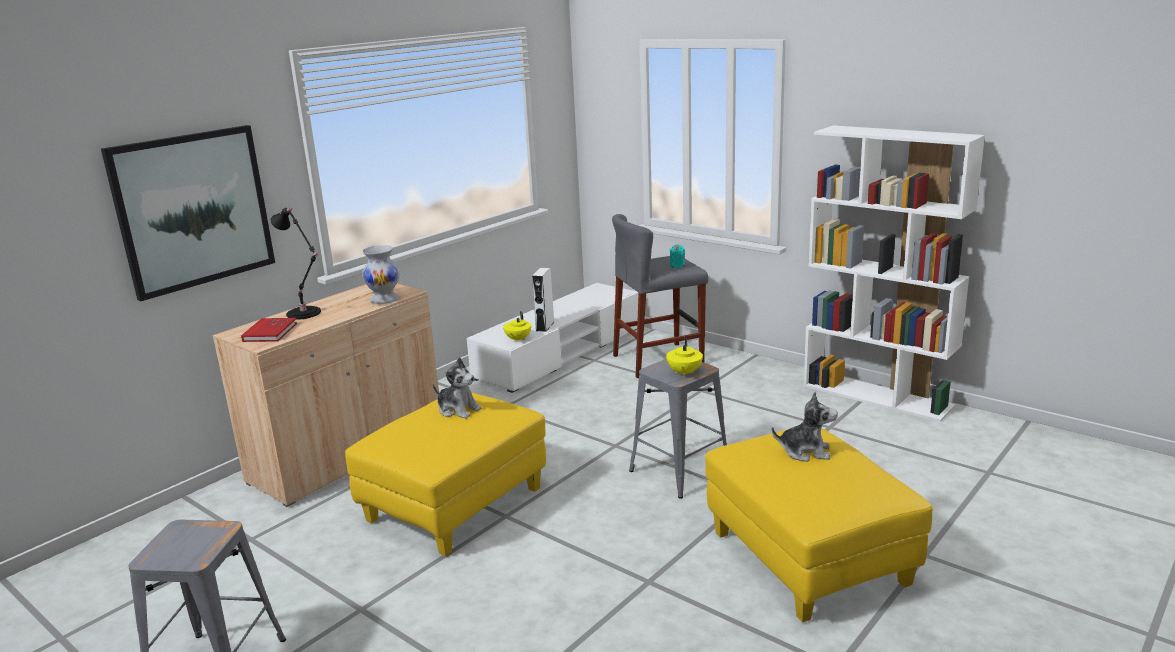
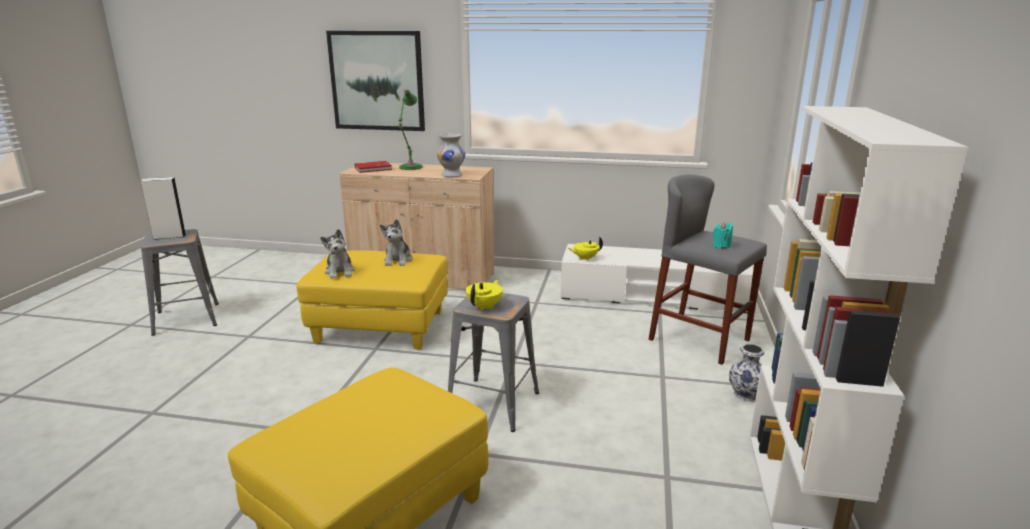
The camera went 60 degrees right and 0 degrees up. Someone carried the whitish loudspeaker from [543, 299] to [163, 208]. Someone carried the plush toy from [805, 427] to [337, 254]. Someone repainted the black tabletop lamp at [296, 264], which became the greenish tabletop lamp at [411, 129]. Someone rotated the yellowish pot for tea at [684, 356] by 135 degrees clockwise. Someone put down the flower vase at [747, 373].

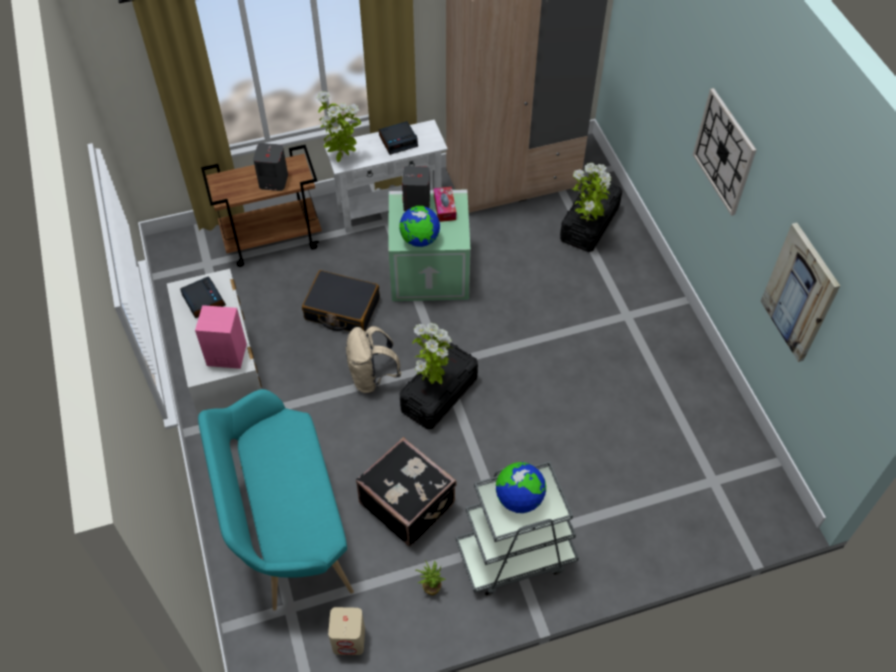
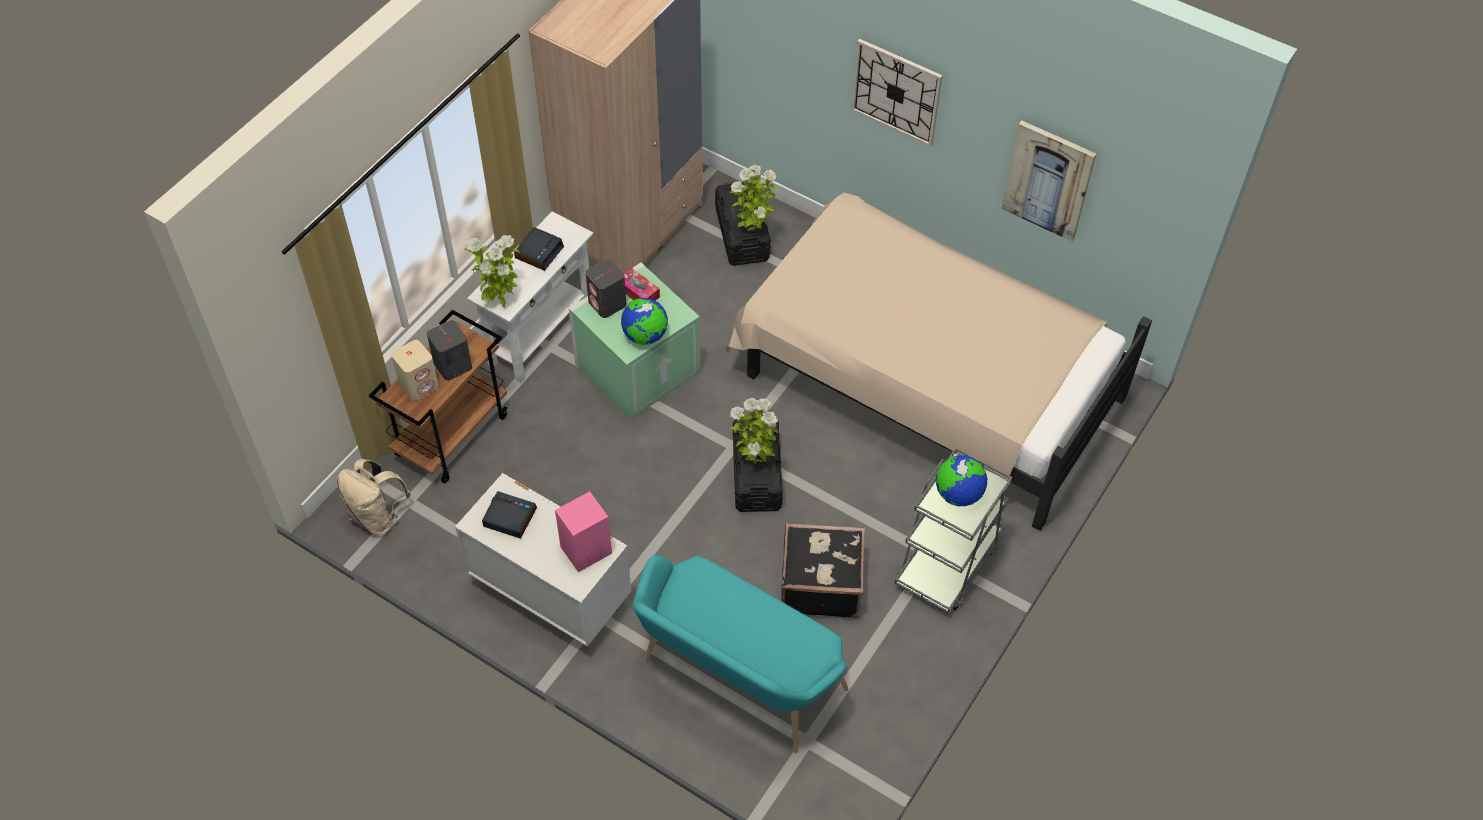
The camera went 40 degrees left and 0 degrees up. Someone carried the sand-coloured knapsack from [373, 359] to [374, 497]. Someone carried the sand-coloured loudspeaker from [346, 631] to [415, 370]. Someone put down the sand-coloured bedroom bed at [939, 362]. Someone took away the black travel case at [341, 301]. Someone took away the plant in a pot at [430, 577].

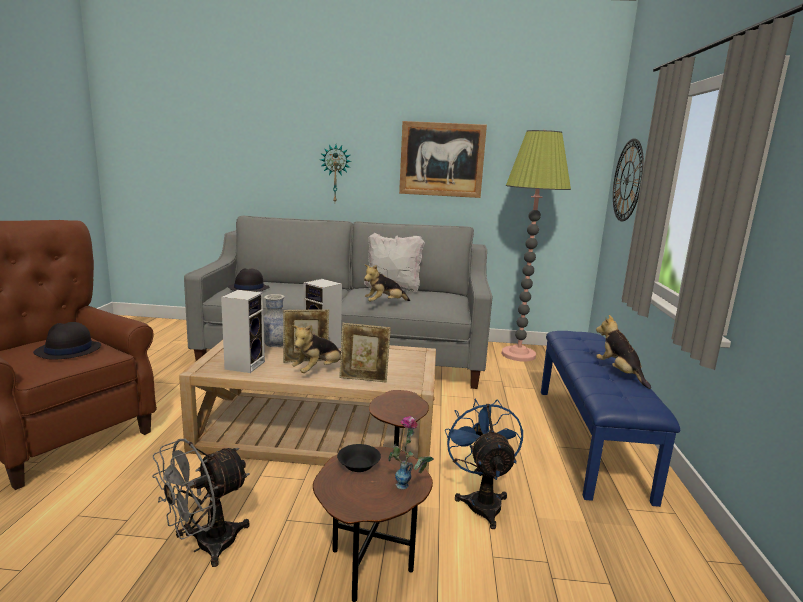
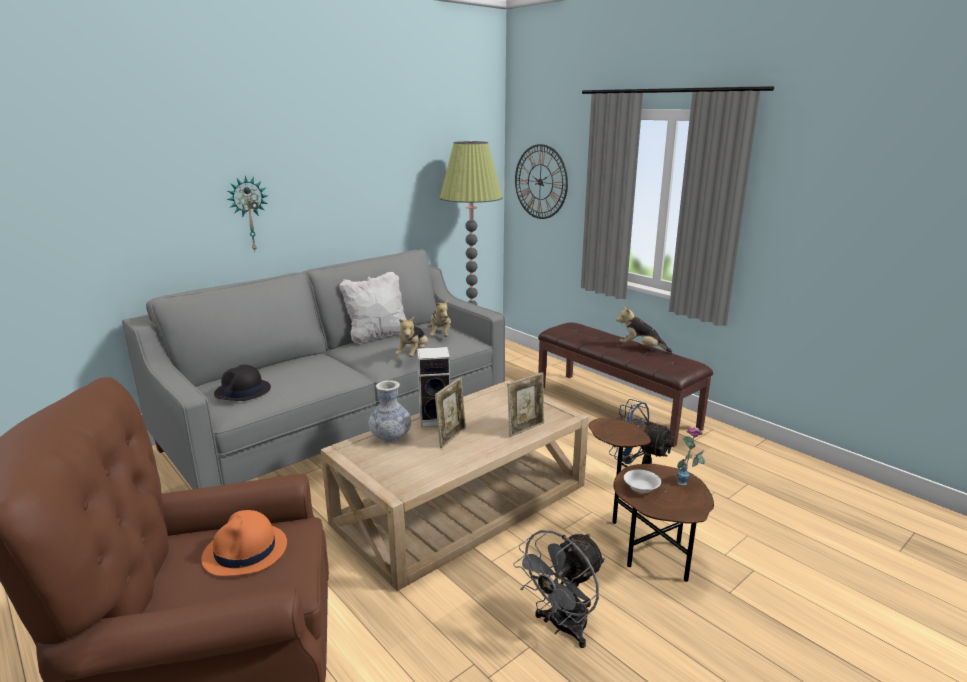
The camera went 45 degrees left and 5 degrees up. Someone repainted the black clothing hat at [67, 341], which became the orangey clothing hat at [244, 543]. Someone carried the plush toy from [316, 349] to [439, 318]. Someone rotated the gray cooling fan at [201, 503] by 45 degrees clockwise. Someone repainted the bluish long seat at [610, 419], which became the brown long seat at [625, 385]. Someone repainted the black bowl at [359, 458], which became the whitish bowl at [642, 481]. Someone took away the loudspeaker at [243, 331]. Someone took away the wall picture at [443, 159].

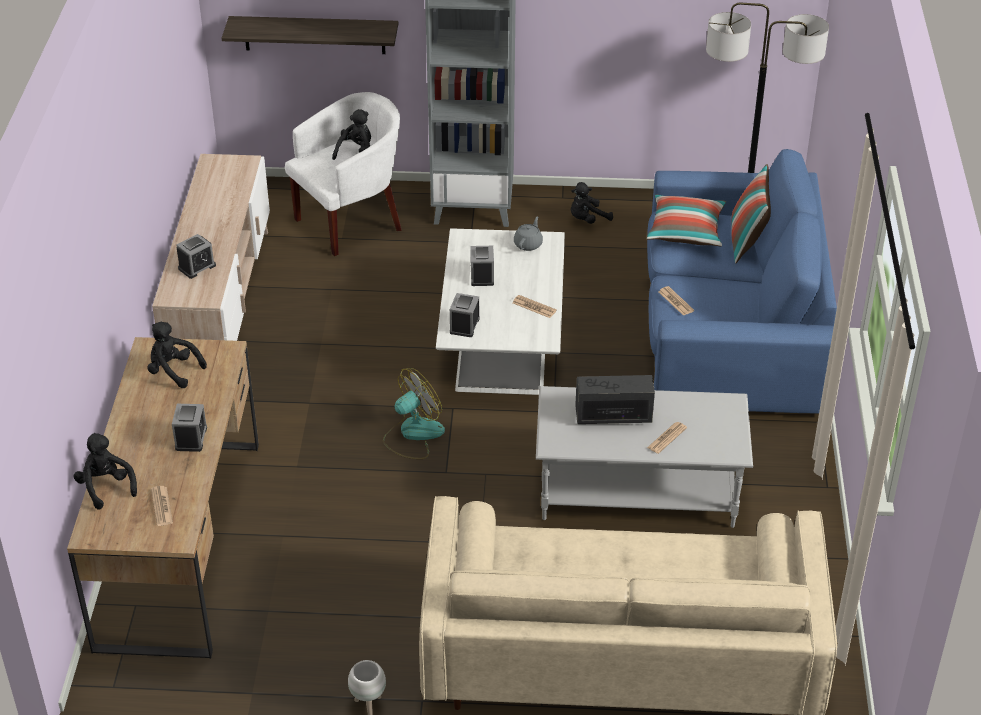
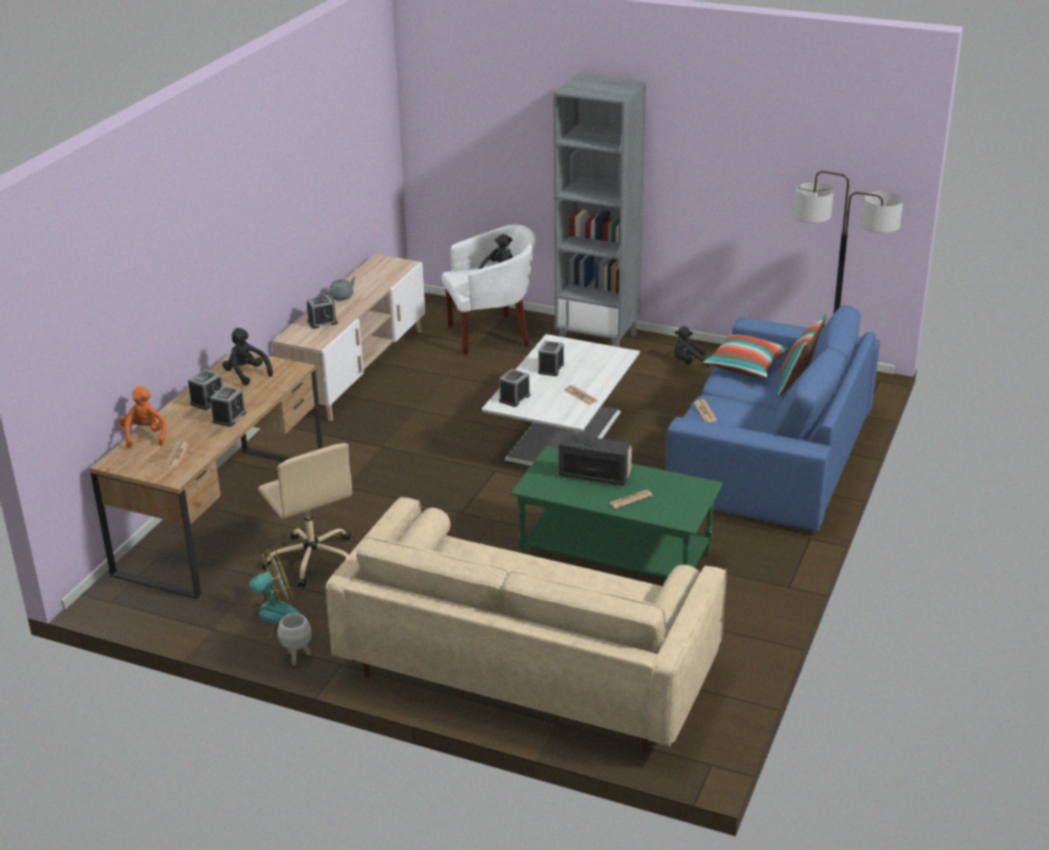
The camera went 20 degrees right and 10 degrees down. Someone repainted the black plush toy at [105, 471], which became the orangey plush toy at [142, 417]. Someone put down the table clock at [205, 389]. Someone carried the cooling fan from [414, 413] to [268, 594]. Someone put down the sand-coloured computer chair at [305, 515]. Someone carried the gray pot for tea from [528, 233] to [341, 288]. Someone repainted the gray lounge table at [644, 457], which became the greenish lounge table at [616, 512]. Someone took away the wall shelf at [310, 35].

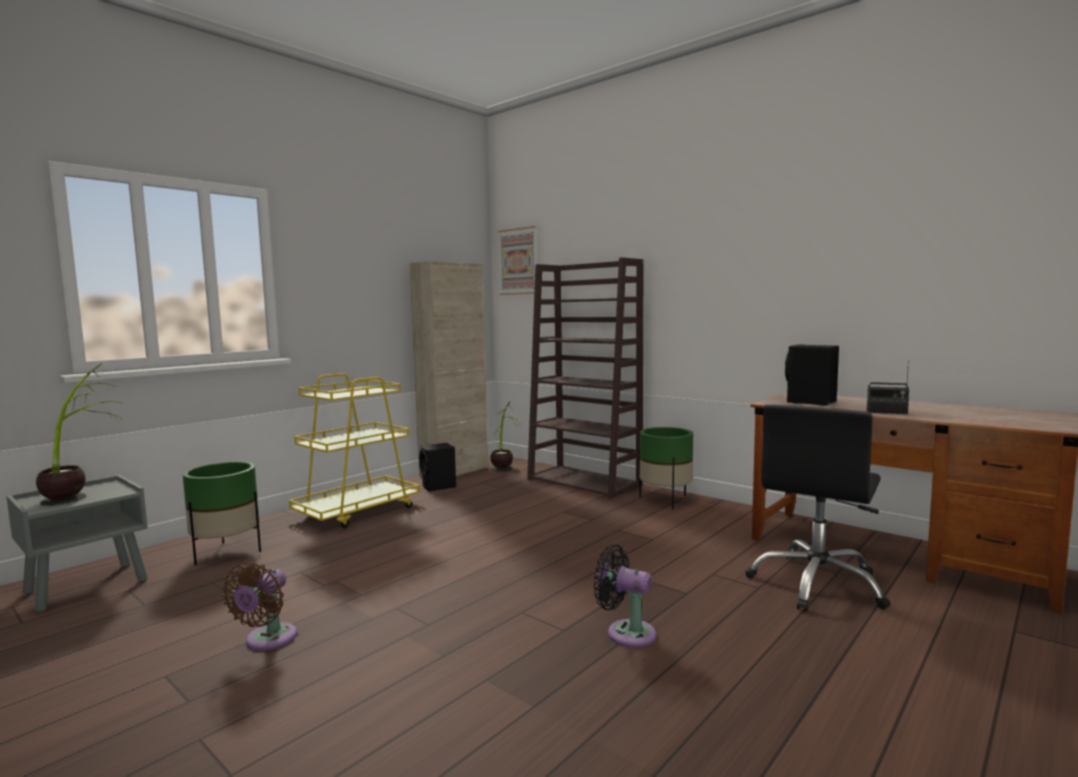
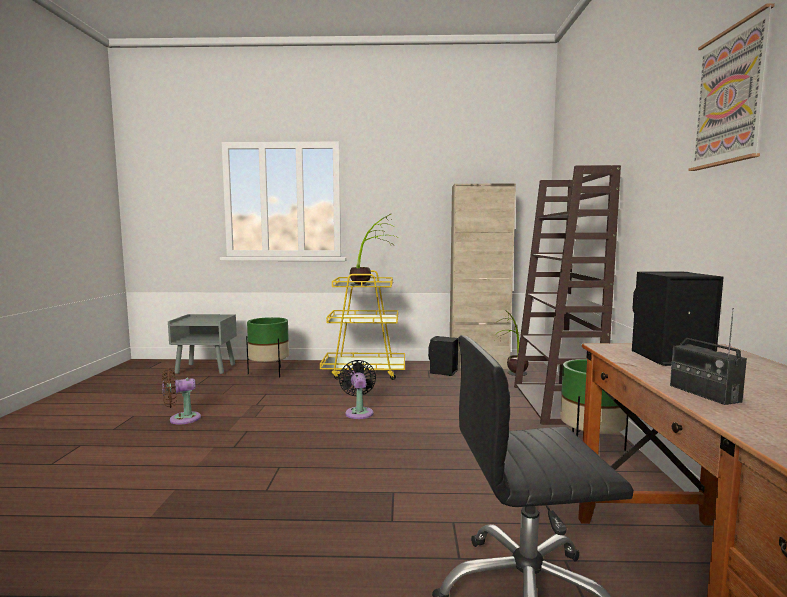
The camera went 50 degrees right and 0 degrees up. Someone carried the black cooling fan from [625, 596] to [357, 389]. Someone carried the plant in a pot from [80, 434] to [373, 250]. Someone carried the wall picture from [517, 260] to [731, 87].

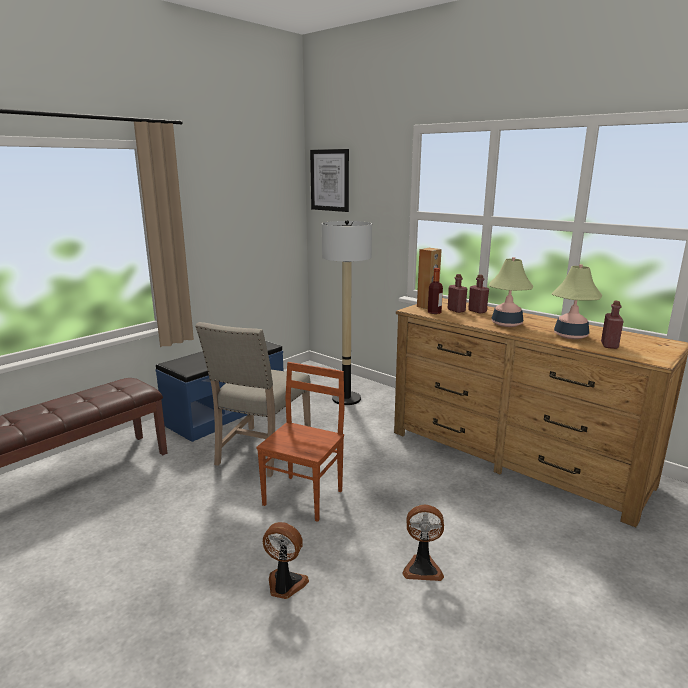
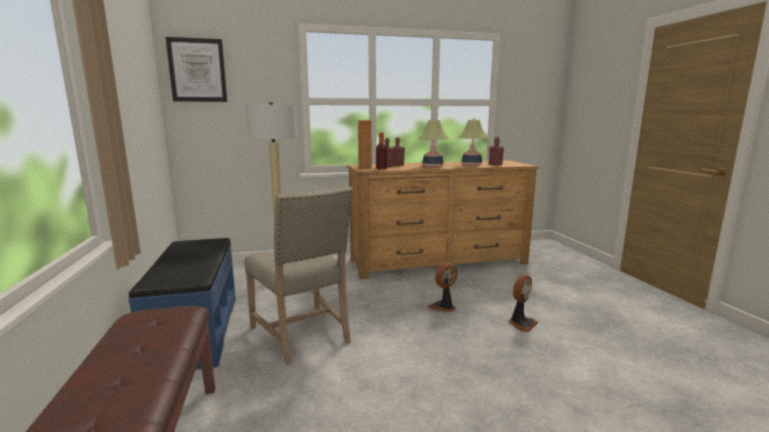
The camera went 55 degrees left and 5 degrees down. Someone carried the cooling fan from [286, 560] to [442, 287]. Someone took away the brown upright chair at [300, 442].

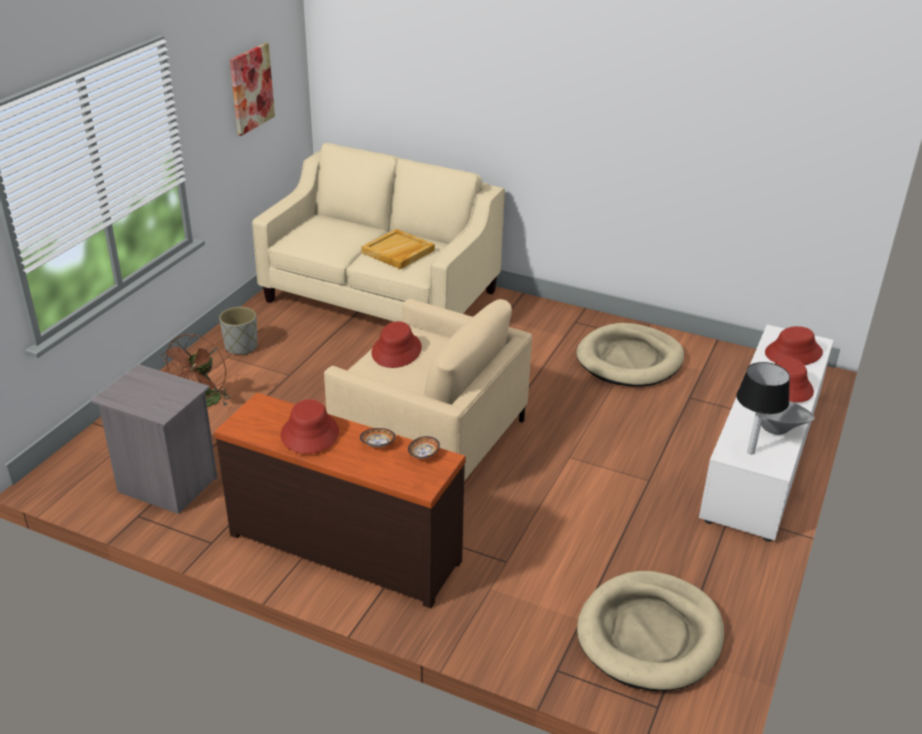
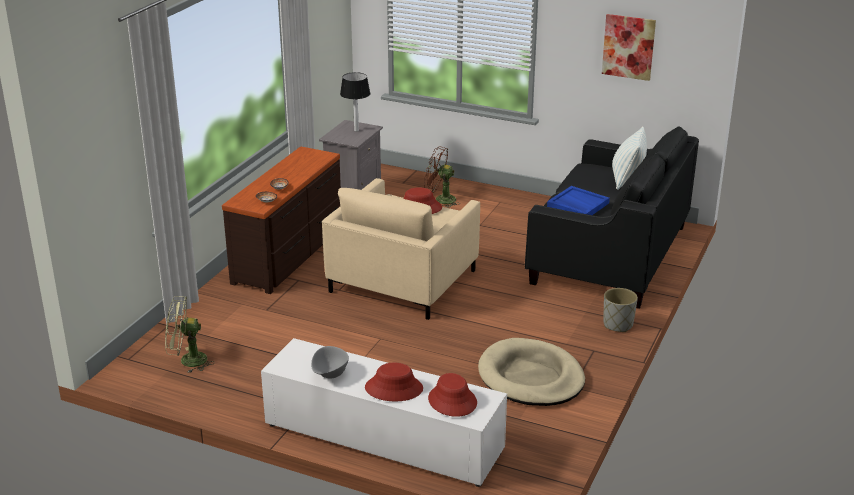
The camera went 90 degrees right and 5 degrees down. Someone swapped the sand-coloured dog cushion at [650, 631] for the greenish cooling fan at [190, 334]. Someone carried the tabletop lamp from [763, 408] to [355, 102]. Someone repainted the sand-coloured sofa at [378, 232], which became the black sofa at [612, 217]. Someone repainted the sand-coloured serving tray at [398, 249], which became the bluish serving tray at [578, 200]. Someone carried the gray flower pot from [238, 331] to [621, 310]. Someone put down the cushion at [629, 158]. Someone took away the reddish clothing hat at [310, 426].

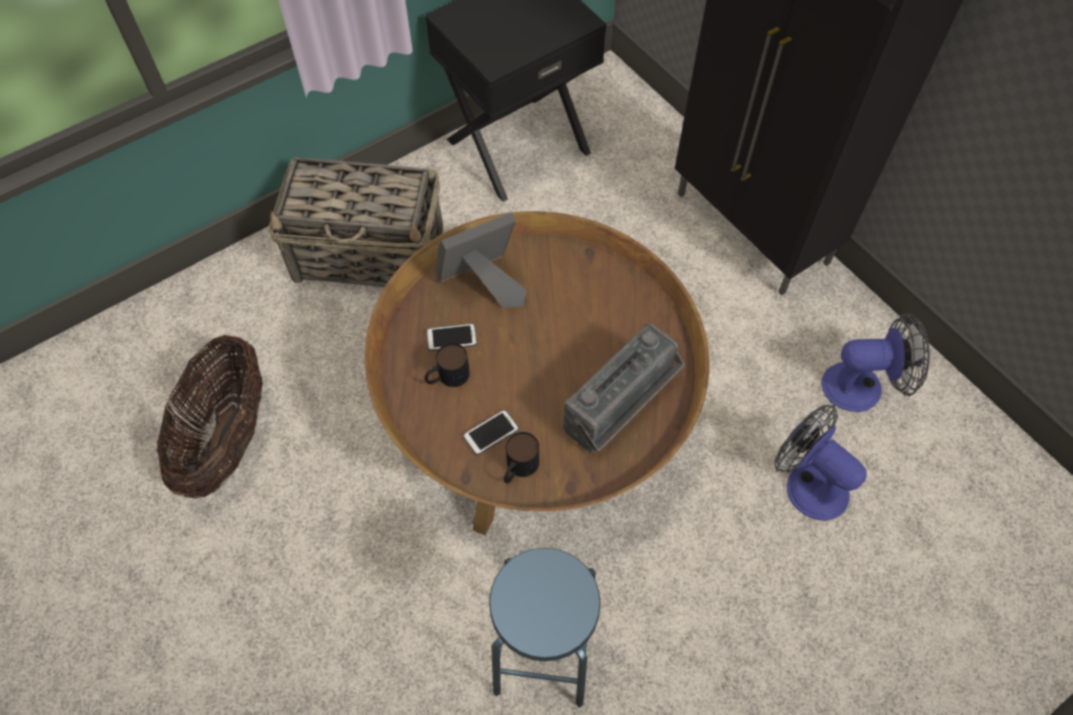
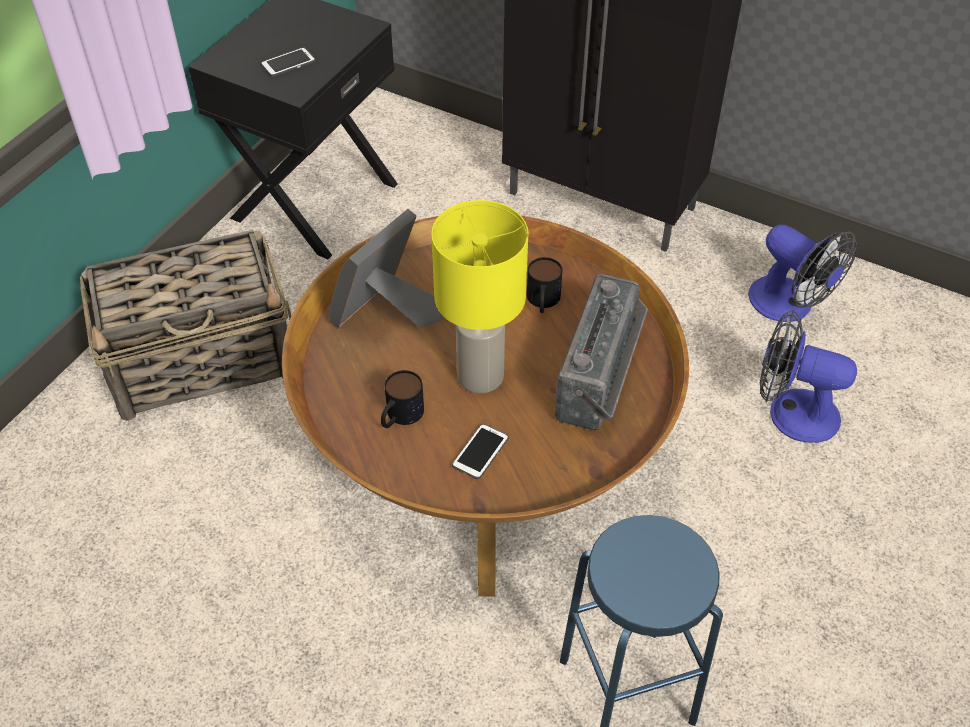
The camera went 25 degrees left and 10 degrees down. Someone carried the handset from [452, 337] to [288, 62]. Someone put down the yellowish tabletop lamp at [479, 297]. Someone carried the tea mug from [521, 457] to [545, 285]. Someone rotated the cooling fan at [875, 362] by 75 degrees clockwise. Someone took away the household basket at [210, 417].

